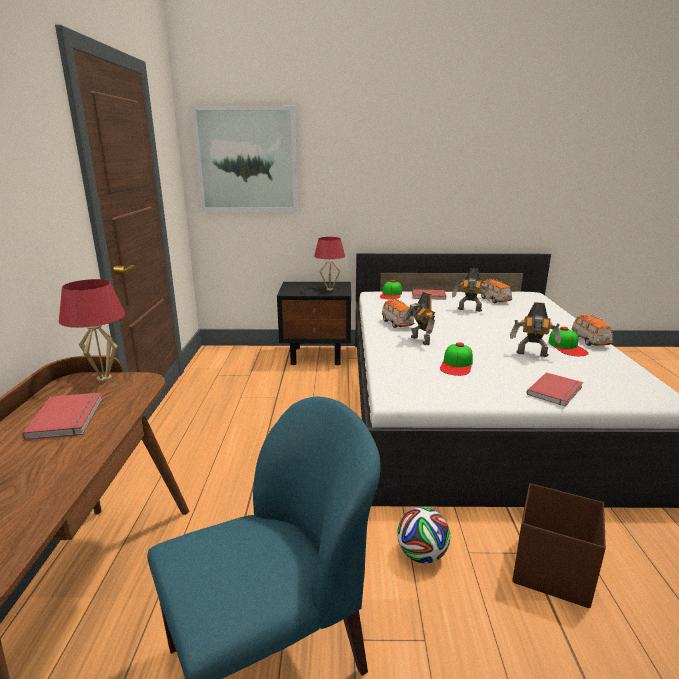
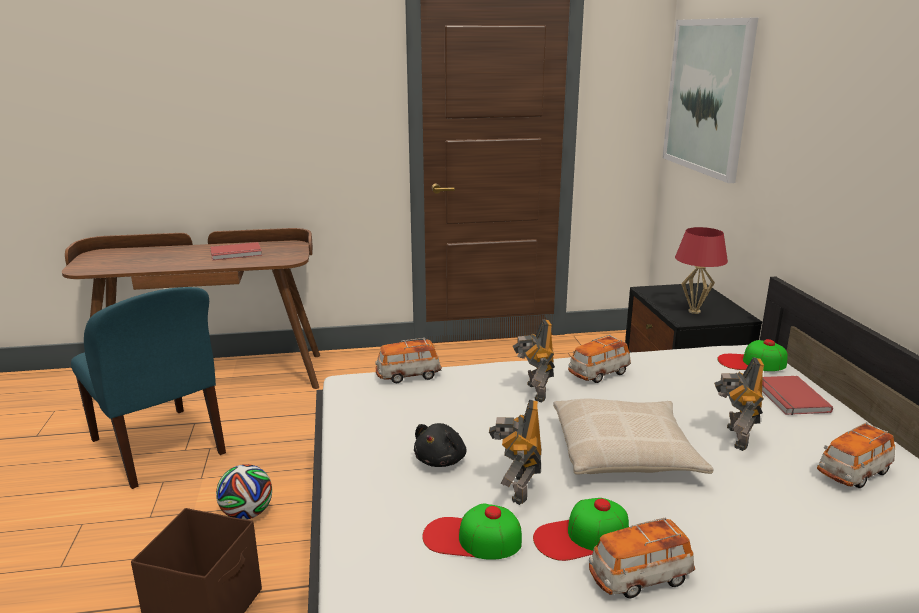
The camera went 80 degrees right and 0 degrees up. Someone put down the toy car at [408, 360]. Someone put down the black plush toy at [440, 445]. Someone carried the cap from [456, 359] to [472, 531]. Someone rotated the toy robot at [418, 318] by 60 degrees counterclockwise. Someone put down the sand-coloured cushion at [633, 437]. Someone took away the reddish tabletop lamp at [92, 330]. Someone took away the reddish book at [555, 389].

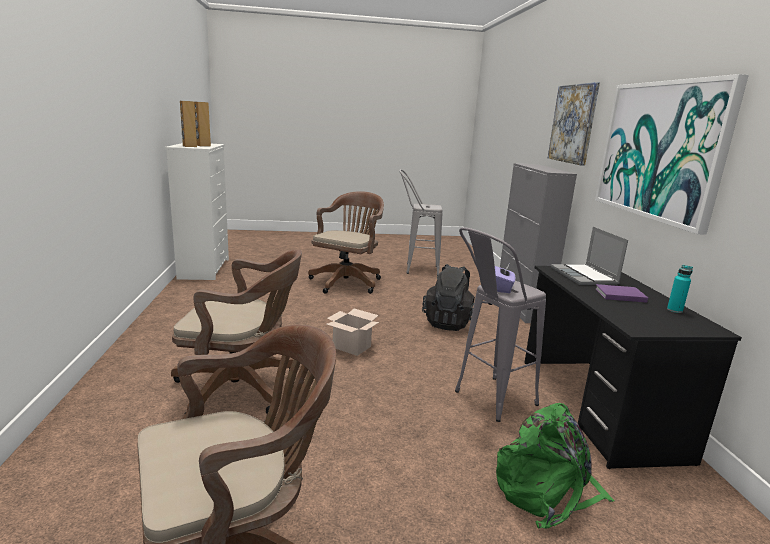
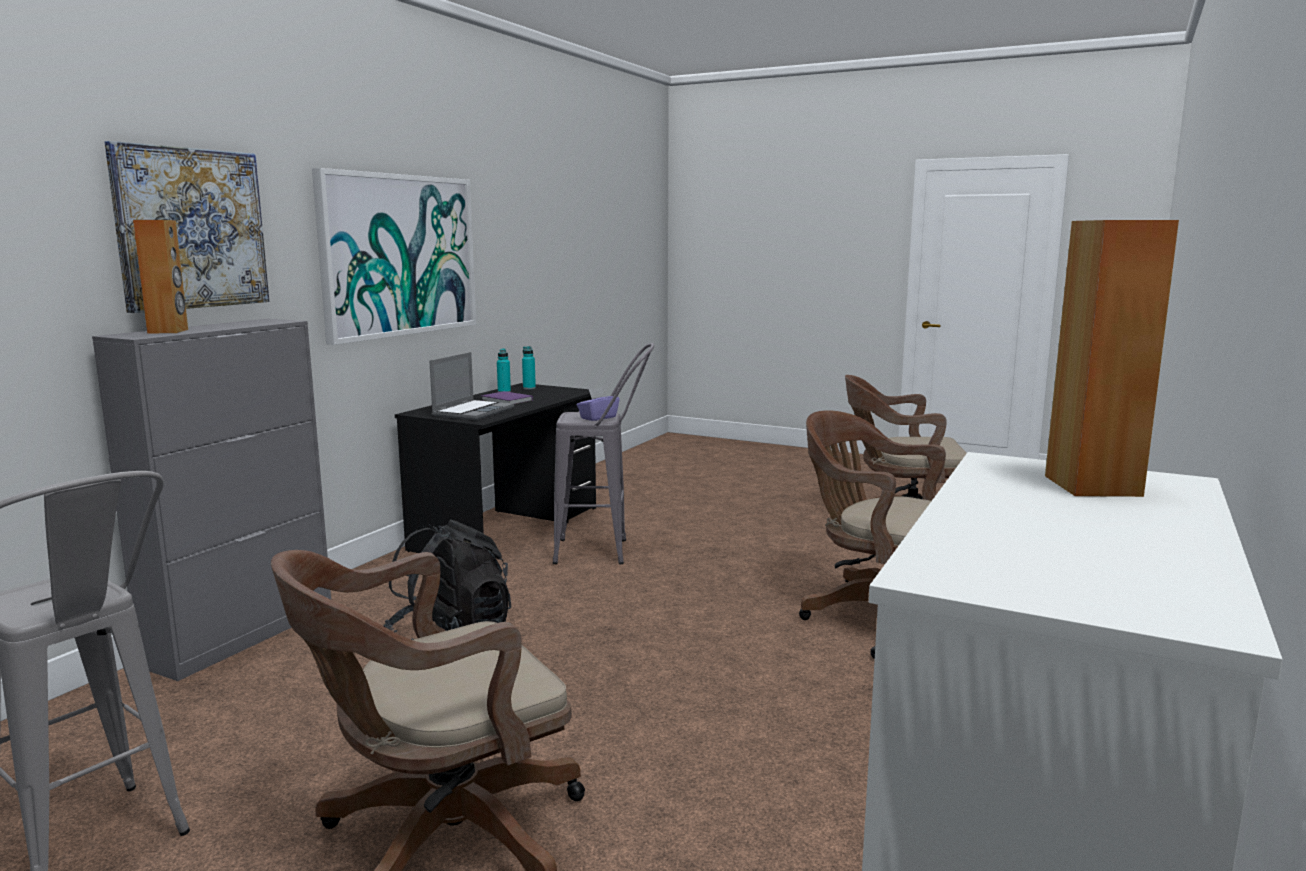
The camera went 145 degrees left and 5 degrees down. Someone carried the brown loudspeaker from [202, 124] to [160, 277]. Someone put down the blue-green bottle at [529, 367]. Someone took away the carton at [352, 332]. Someone took away the greenish knapsack at [555, 466].

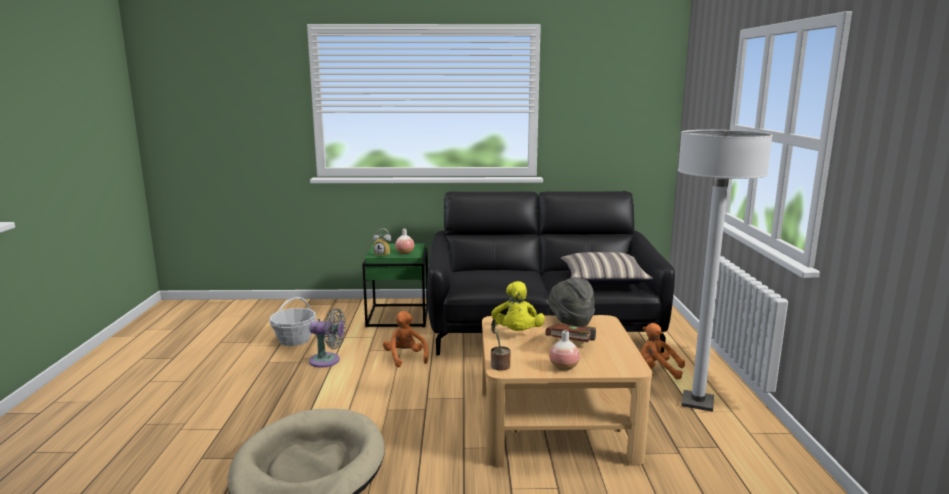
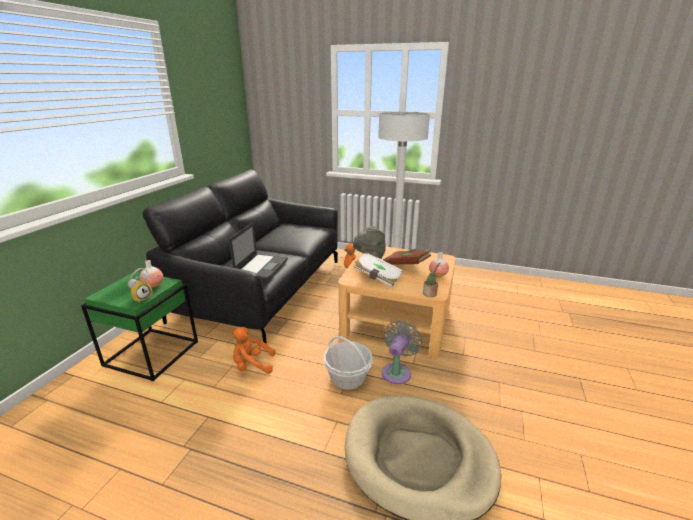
The camera went 70 degrees left and 10 degrees up. Someone put down the notebook computer at [258, 251]. Someone carried the household basket from [292, 321] to [348, 363]. Someone swapped the yellowish plush toy at [518, 306] for the whitish book at [378, 269]. Someone carried the gray cooling fan from [327, 338] to [402, 352]. Someone took away the cushion at [607, 268].

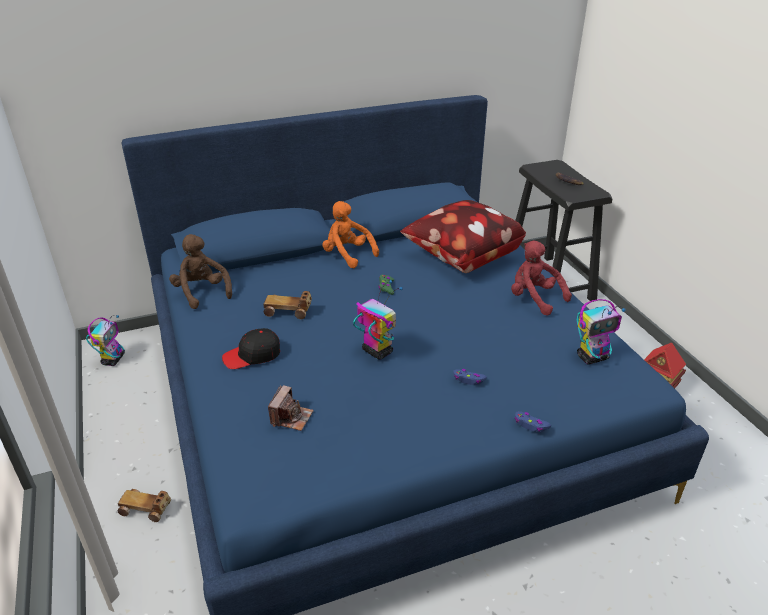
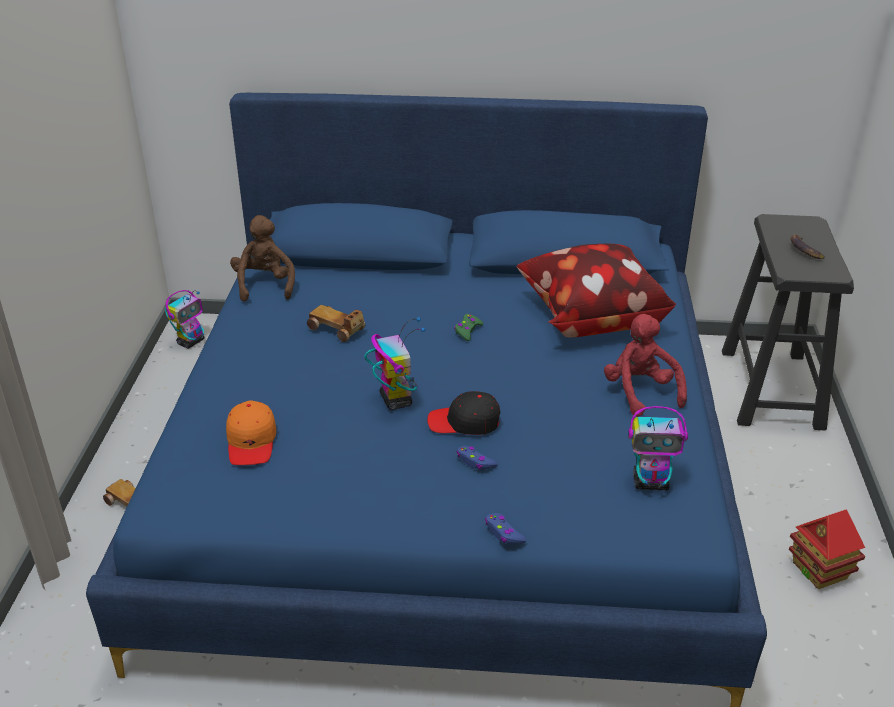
The camera went 25 degrees right and 0 degrees up. Someone swapped the still camera at [291, 408] for the orangey cap at [251, 433]. Someone carried the black cap from [251, 348] to [464, 413]. Someone took away the orangey plush toy at [350, 234].

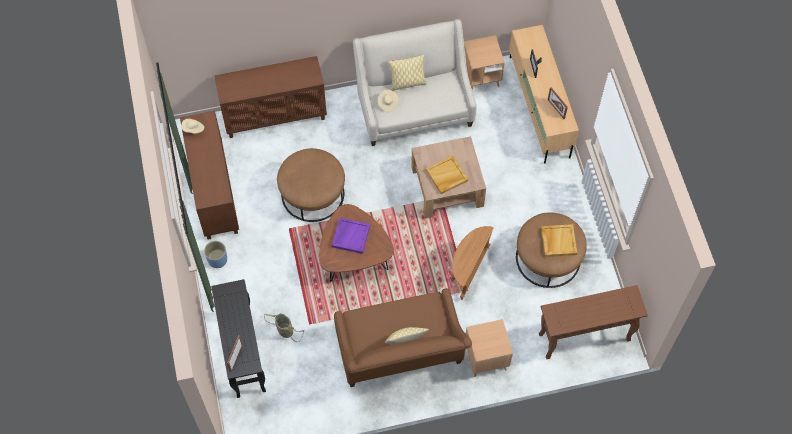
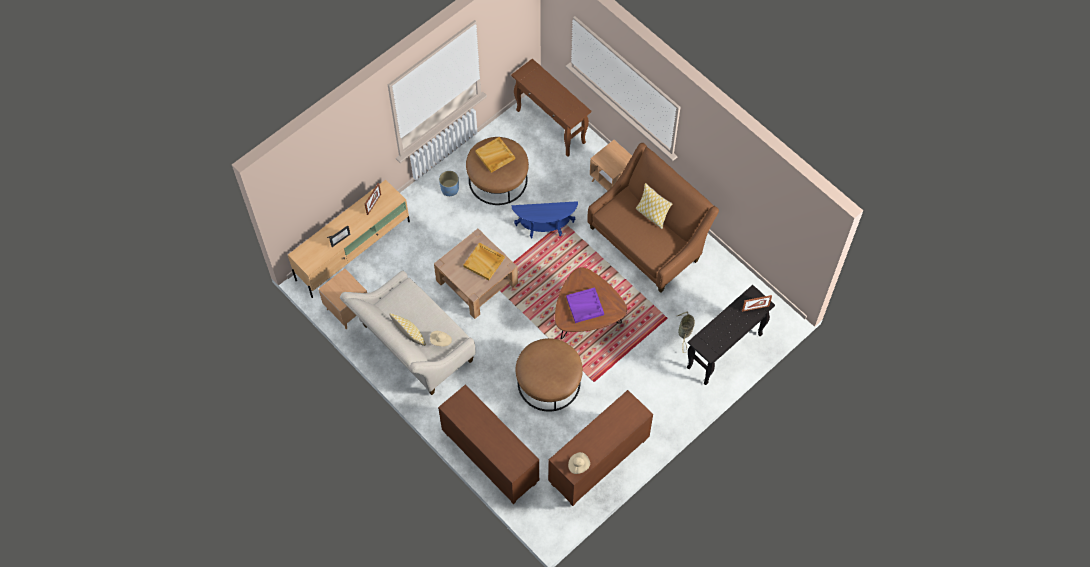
The camera went 120 degrees left and 0 degrees up. Someone carried the bluish flower pot from [215, 254] to [449, 183]. Someone repainted the brown accent table at [473, 263], which became the bluish accent table at [545, 219].

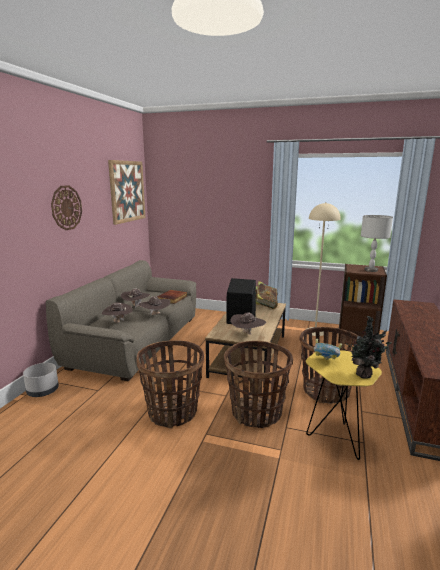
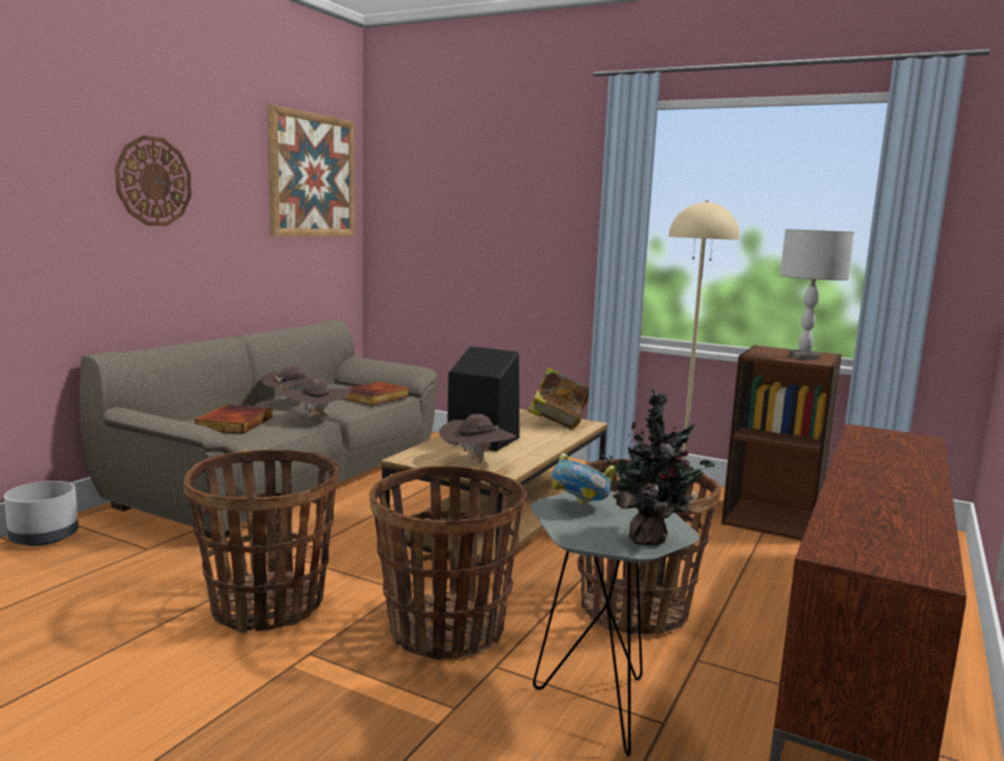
The camera went 10 degrees right and 5 degrees down. Someone swapped the brown clothing hat at [117, 312] for the book at [232, 419]. Someone repainted the yellowish accent table at [344, 405], which became the gray accent table at [615, 624].

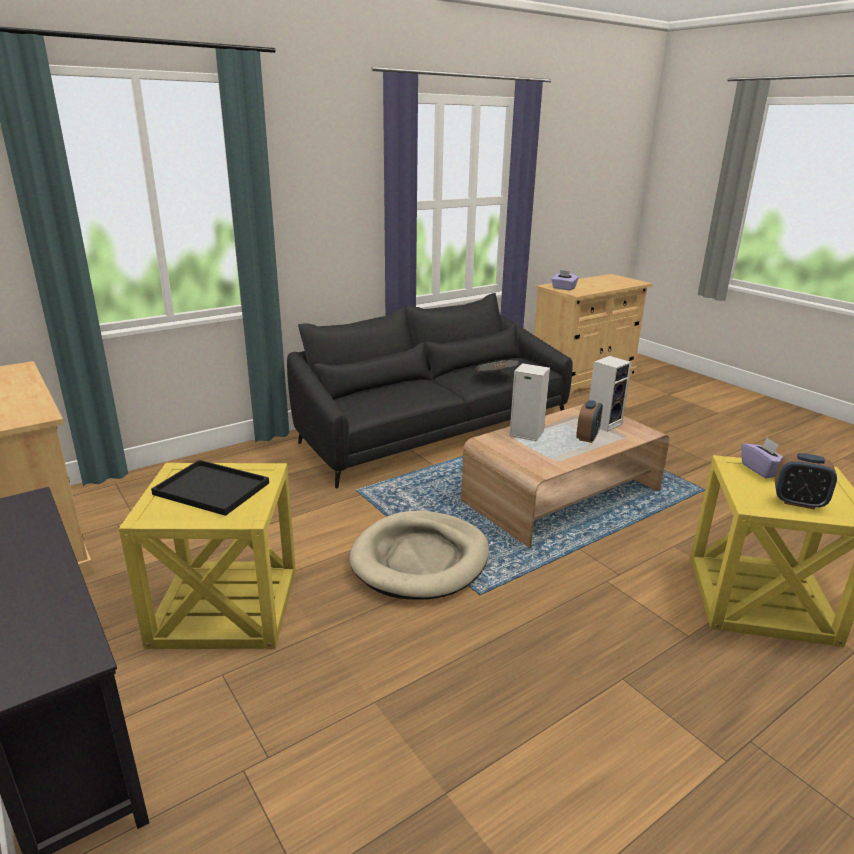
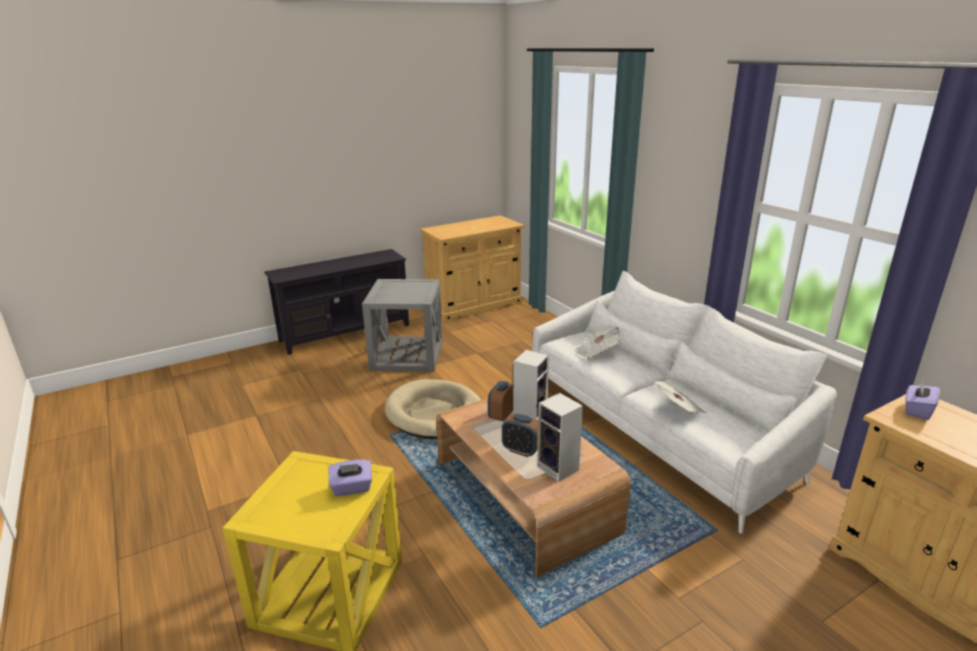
The camera went 95 degrees right and 0 degrees up. Someone repainted the yellowish accent table at [207, 556], which became the gray accent table at [402, 325]. Someone carried the table clock from [806, 481] to [500, 401]. Someone repainted the black sofa at [430, 391], which became the whitish sofa at [684, 402]. Someone put down the newspaper at [598, 342]. Someone took away the black serving tray at [210, 488].

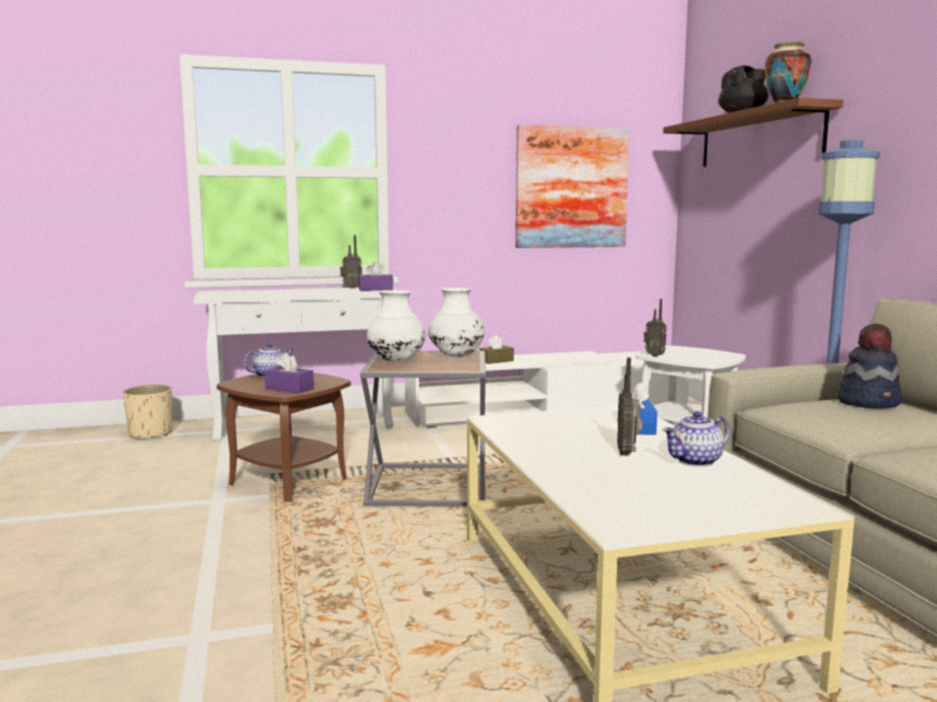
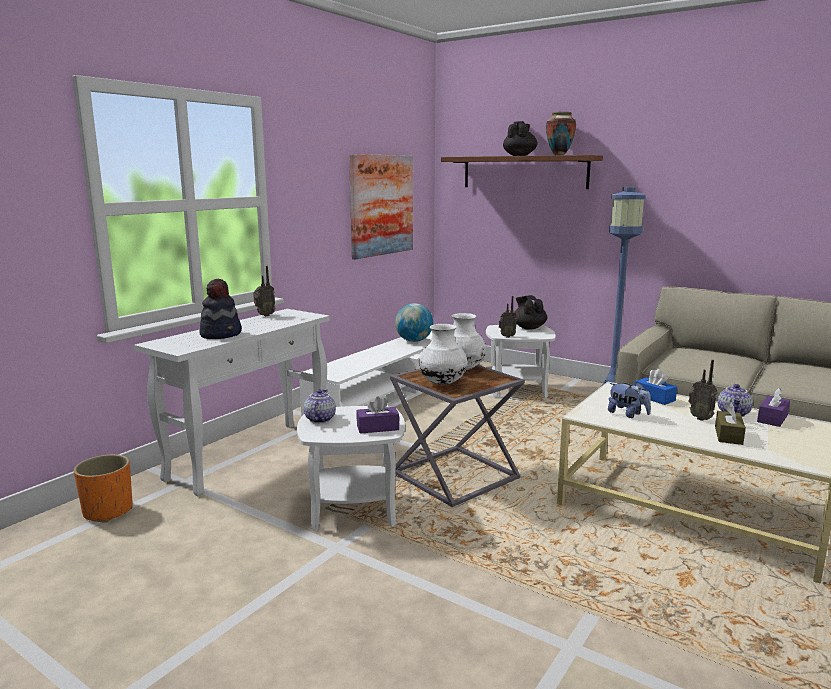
The camera went 40 degrees left and 5 degrees up. Someone repainted the sand-coloured flower pot at [147, 412], which became the orangey flower pot at [103, 488]. Someone carried the clothing hat from [869, 365] to [221, 308]. Someone repainted the brown accent table at [284, 437], which became the whitish accent table at [351, 468]. Someone put down the globe at [414, 322]. Someone put down the black pot for tea at [530, 312]. Someone put down the plush toy at [629, 400]. Someone carried the brown box of tissues from [497, 349] to [730, 423]. Someone carried the purple-coloured box of tissues from [375, 276] to [773, 407].

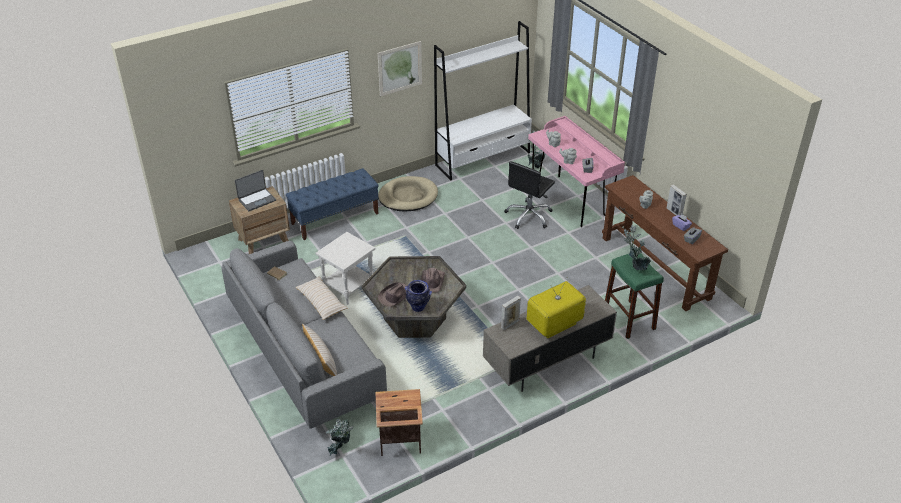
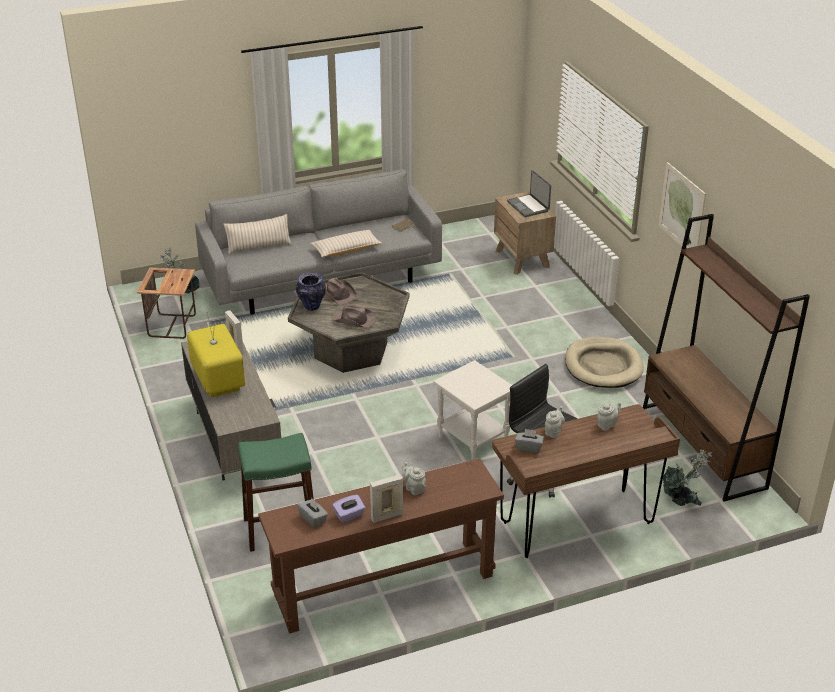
The camera went 100 degrees right and 5 degrees down. Someone carried the whitish accent table from [345, 268] to [472, 410]. Someone repainted the pinkish desk table at [576, 171], which became the brown desk table at [586, 481]. Someone repainted the whitish shelving unit at [483, 100], which became the brown shelving unit at [726, 358]. Someone took away the bluish long seat at [332, 204]. Someone took away the plant in a pot at [637, 248].

